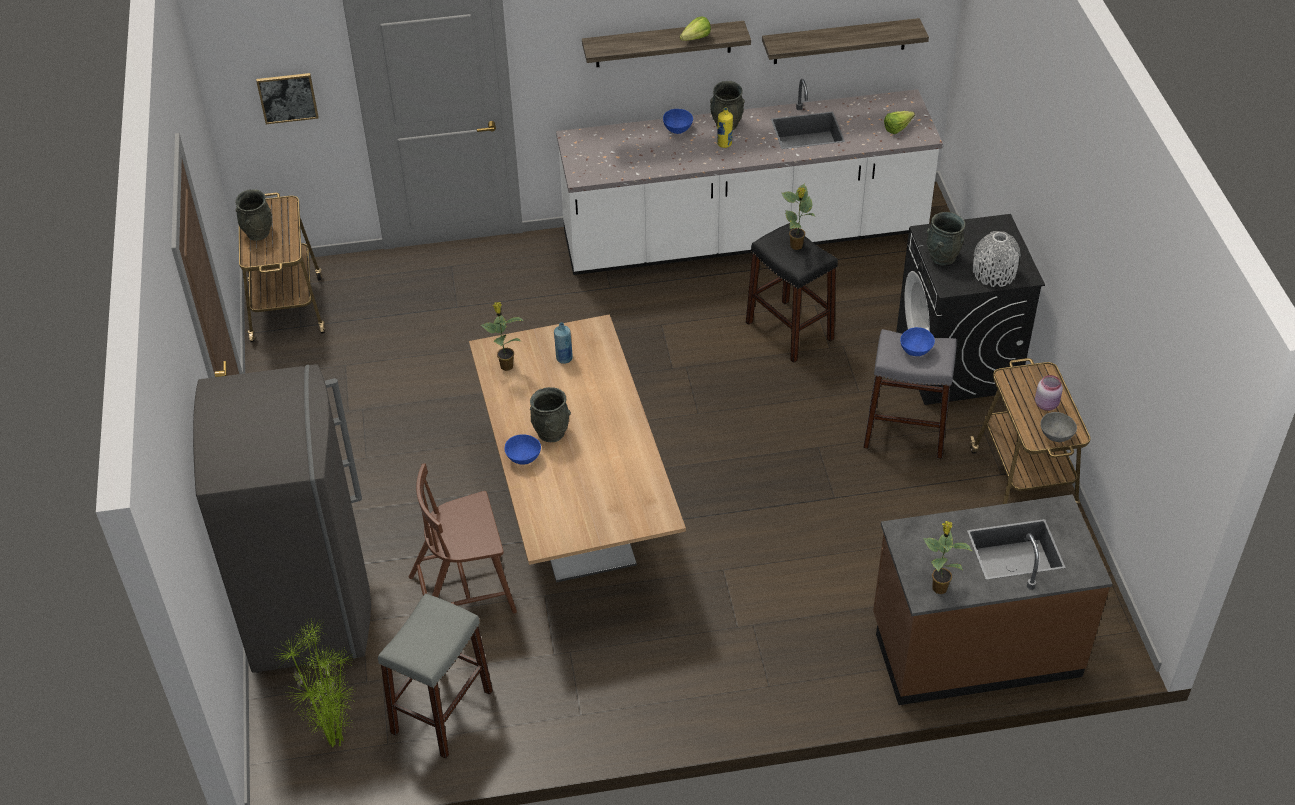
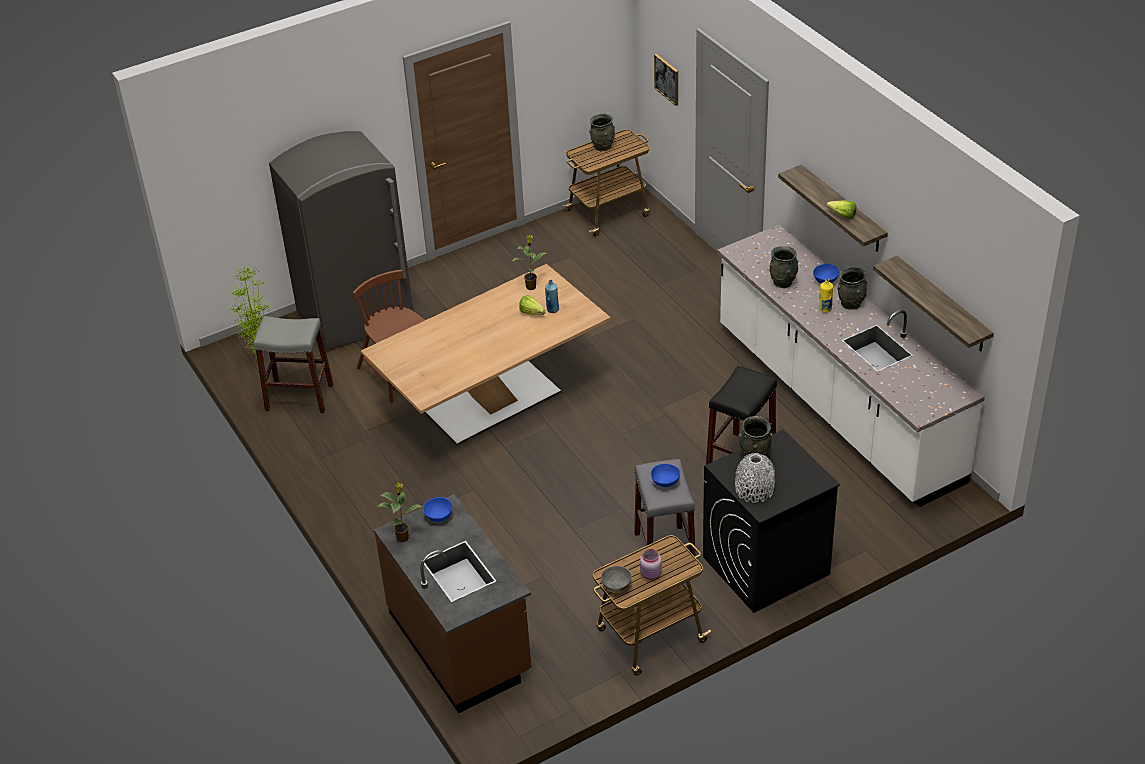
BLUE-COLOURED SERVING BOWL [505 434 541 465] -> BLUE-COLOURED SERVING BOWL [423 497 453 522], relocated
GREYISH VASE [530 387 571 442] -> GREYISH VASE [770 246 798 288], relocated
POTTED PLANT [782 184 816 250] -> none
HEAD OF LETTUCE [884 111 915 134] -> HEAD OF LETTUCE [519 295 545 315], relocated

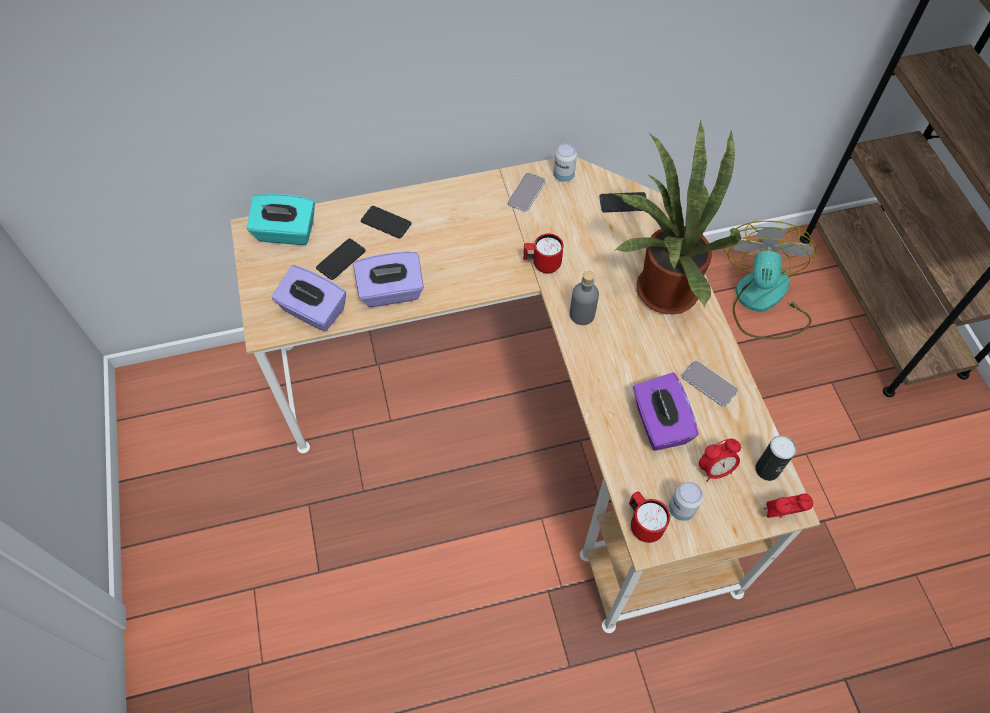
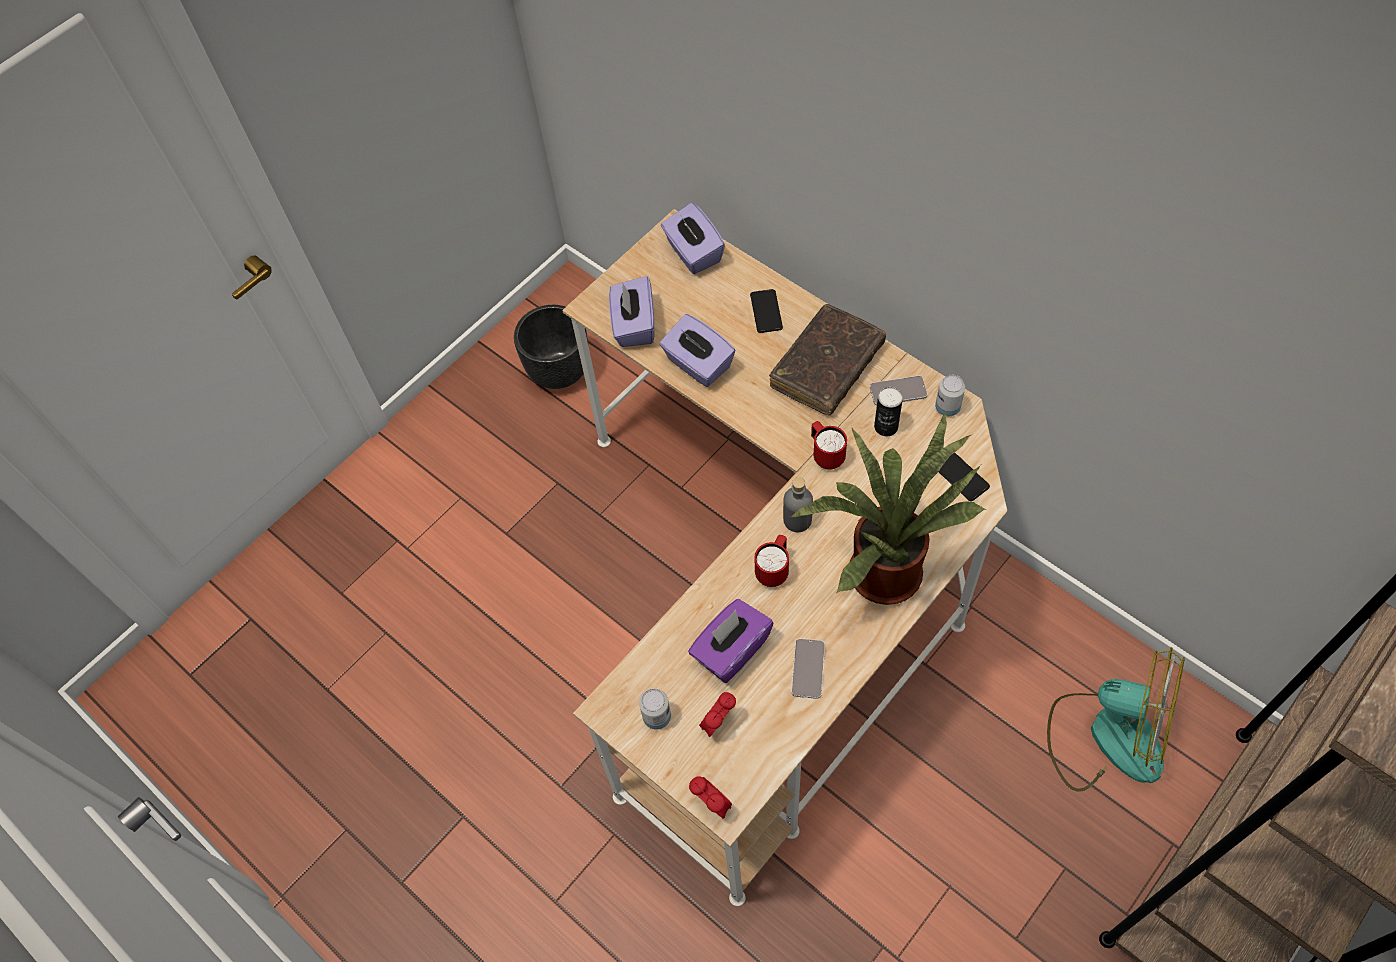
BLUE-GREEN TISSUE HOLDER [247 194 315 245] -> PURPLISH TISSUE HOLDER [661 203 725 274]
TELEPHONE [316 239 366 280] -> none
RED TEA MUG [629 492 670 543] -> RED TEA MUG [754 535 789 587], relocated
BEDSIDE CLOCK [699 439 741 482] -> BEDSIDE CLOCK [699 692 736 737], 90 degrees clockwise
ELECTRIC FAN [724 221 816 339] -> ELECTRIC FAN [1047 647 1185 792], 45 degrees clockwise
SEALED CAN [755 435 796 481] -> SEALED CAN [874 387 903 436], relocated
none -> BLACK-COLOURED PLANT POT [514 305 588 389]
none -> BROWN-COLOURED BOUND BOOK [769 304 886 416]

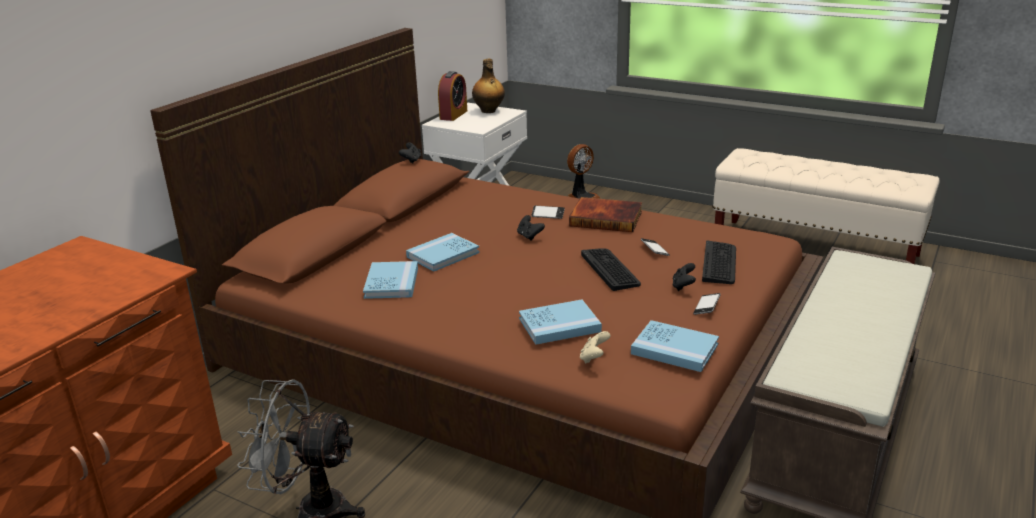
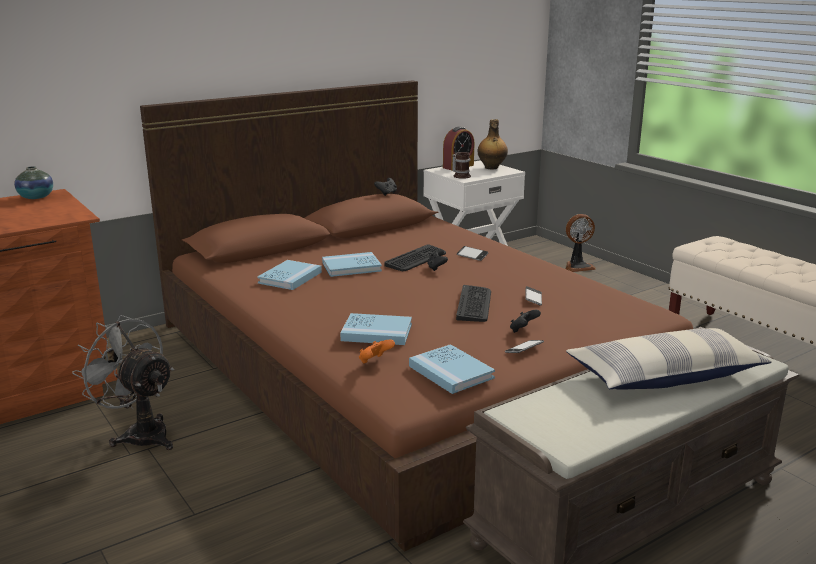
BOUND BOOK [569 197 642 232] -> none
SAND-COLOURED GAME CONTROLLER [580 331 610 364] -> ORANGE-COLOURED GAME CONTROLLER [359 340 395 364]
PC KEYBOARD [702 241 736 284] -> PC KEYBOARD [384 244 446 271], relocated
none -> VASE [14 166 53 199]
none -> TEA MUG [452 152 471 179]
none -> PILLOW [566 328 772 390]

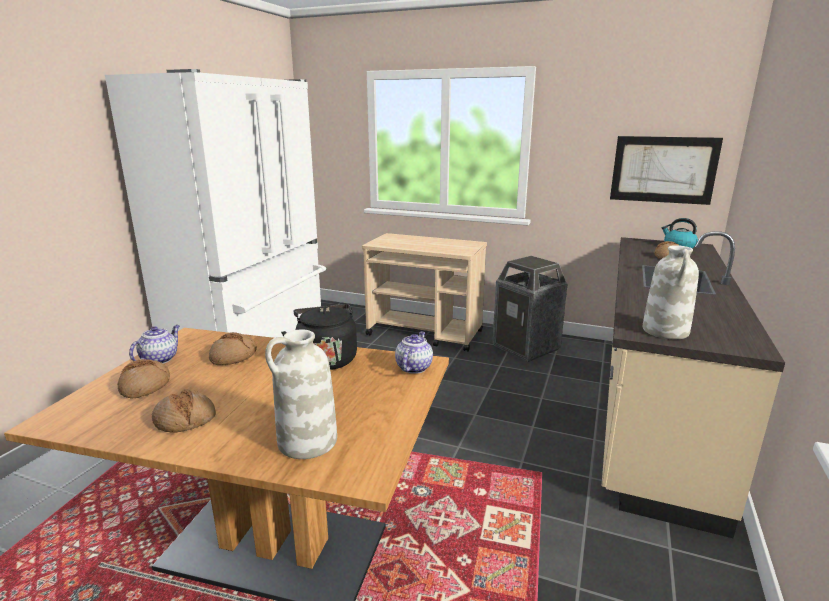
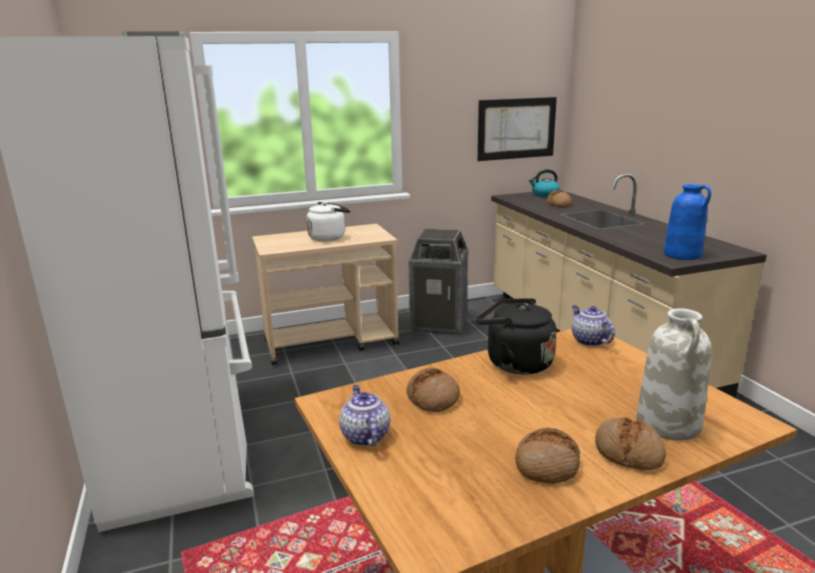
BREAD [118 359 170 399] -> BREAD [595 417 666 470], relocated
WHITE-COLOURED VASE [643 245 699 339] -> BLUE-COLOURED VASE [664 184 711 260]
none -> WHITE-COLOURED TEA KETTLE [307 202 351 241]

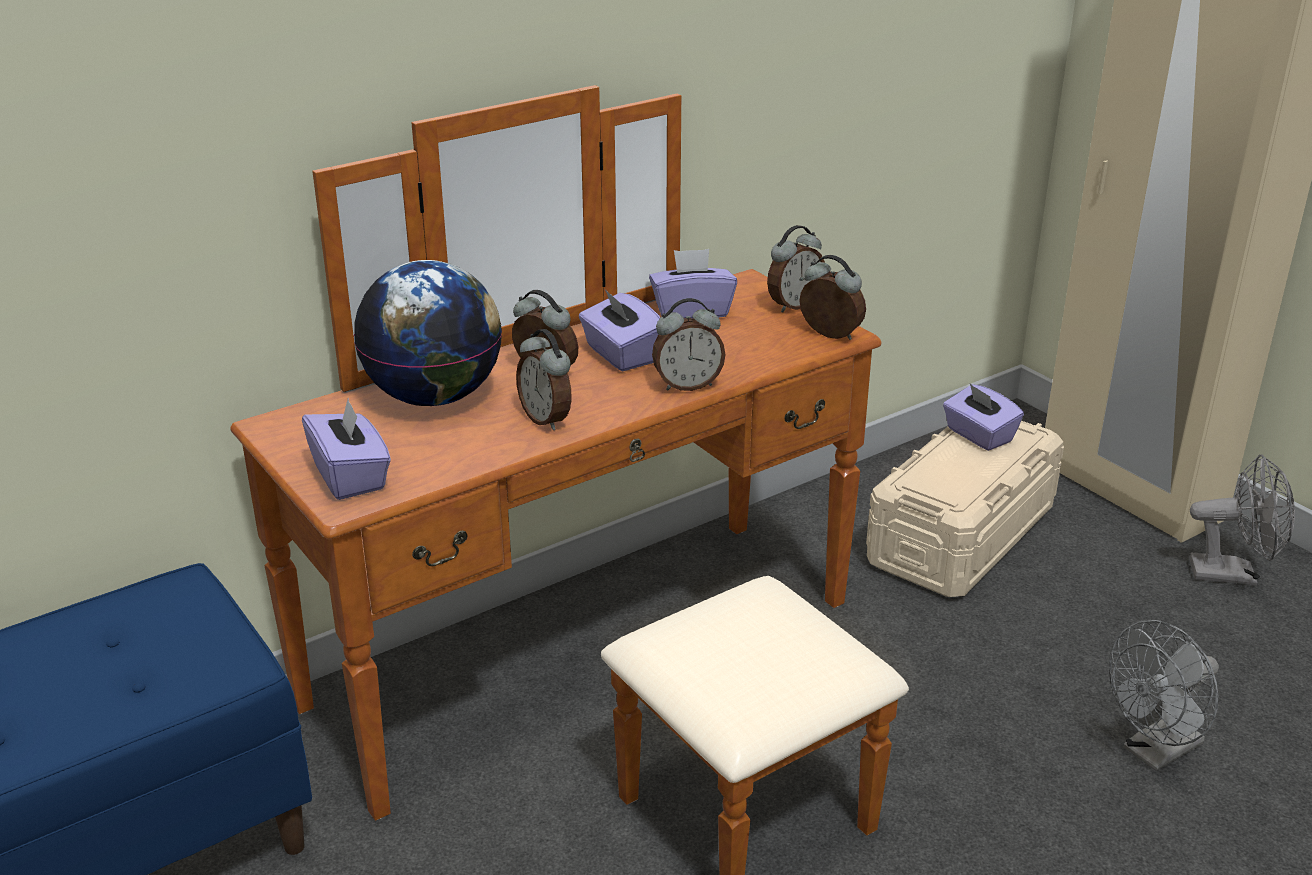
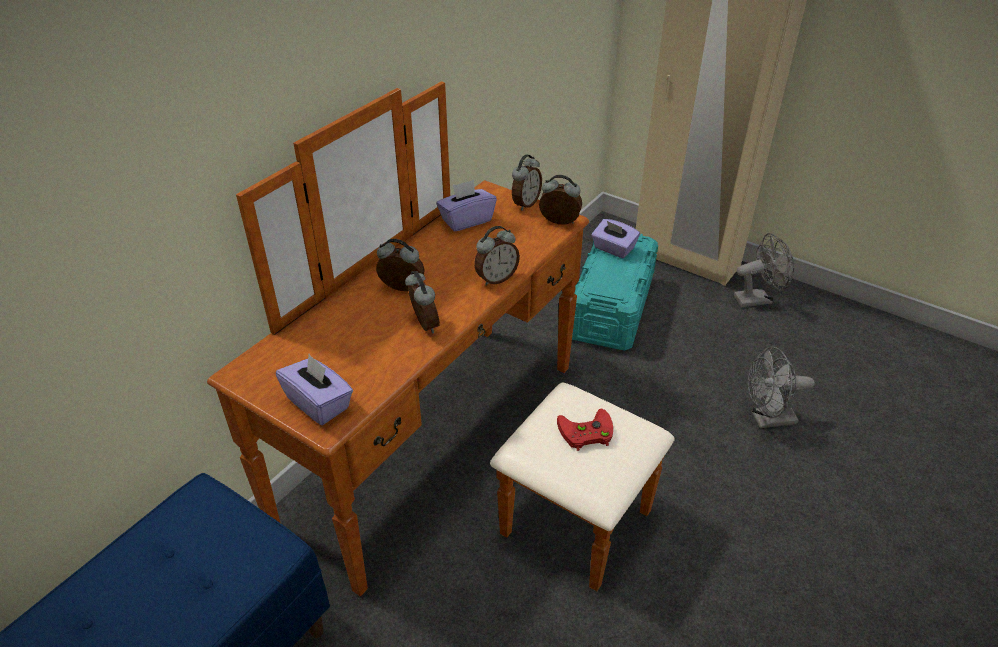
GLOBE [354 260 502 406] -> none
BEDSIDE CLOCK [516 329 572 430] -> BEDSIDE CLOCK [405 271 440 334], 150 degrees counterclockwise
PURPLISH TISSUE HOLDER [579 289 661 371] -> none
SAND-COLOURED STORAGE BIN [866 421 1064 597] -> BLUE-GREEN STORAGE BIN [572 234 658 350]
GREYISH ELECTRIC FAN [1109 620 1219 771] -> GREYISH ELECTRIC FAN [748 347 815 428], 45 degrees clockwise
none -> RED GAME CONTROLLER [557 408 613 451]

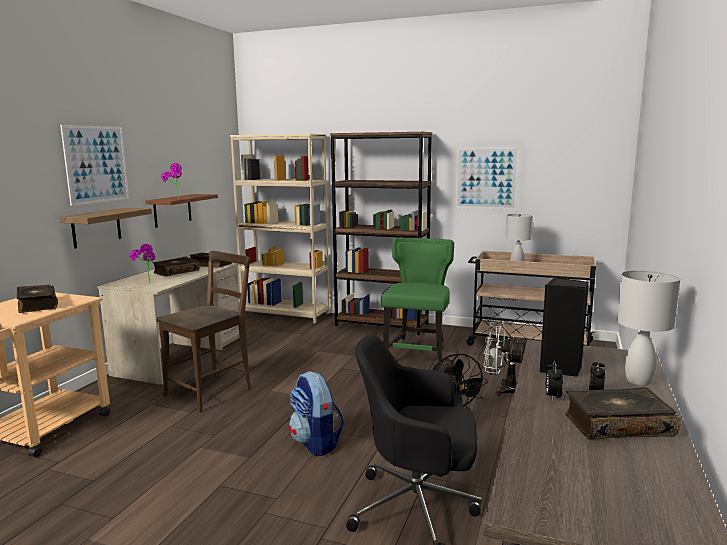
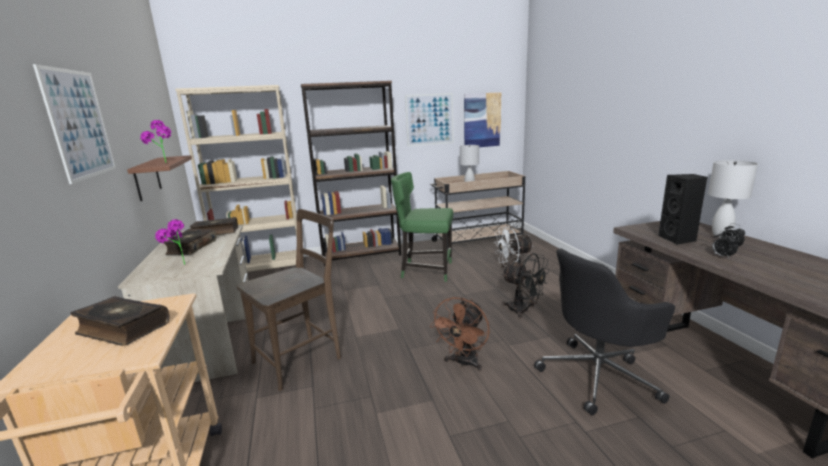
WALL SHELF [60 207 152 249] -> none
BROWN-COLOURED CHAIR [156 251 250 412] -> BROWN-COLOURED CHAIR [237 209 341 391], 45 degrees clockwise
RUCKSACK [289 371 344 456] -> BROWN-COLOURED ELECTRIC FAN [430 297 490 371]
GREEN-COLOURED CHAIR [380 238 454 362] -> GREEN-COLOURED CHAIR [391 172 453 282], 60 degrees counterclockwise
BOUND BOOK [564 387 680 439] -> none
none -> PICTURE [464 92 501 147]

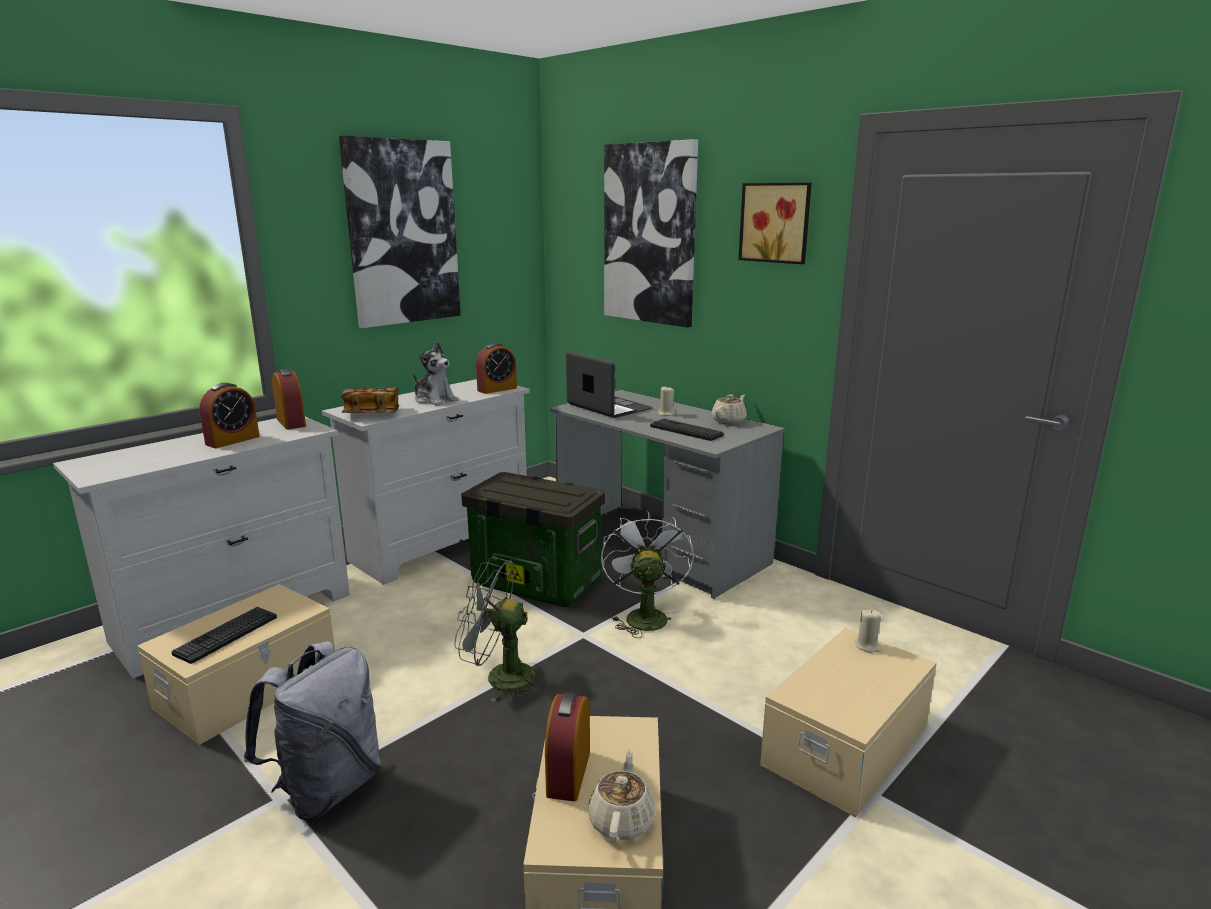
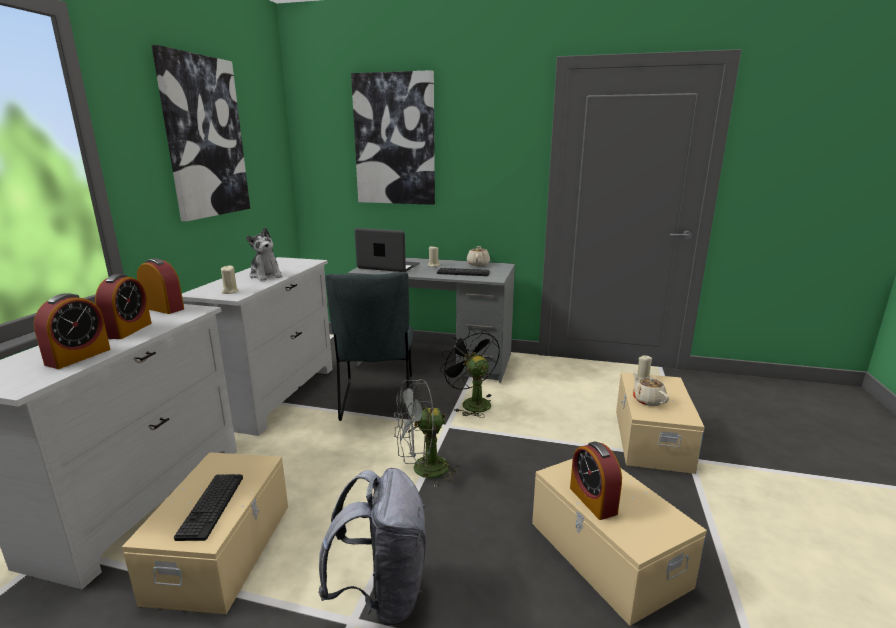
BOUND BOOK [341 387 399 413] -> SAND-COLOURED WAX LIGHT [221 265 239 294]
PLUSH TOY [413 342 458 405] -> PLUSH TOY [246 227 283 281], 45 degrees clockwise
STORAGE BIN [461 472 605 607] -> GREYISH CHAIR [325 272 413 421]
BEDSIDE CLOCK [476 343 517 394] -> BEDSIDE CLOCK [34 293 110 369], relocated
SAND-COLOURED TEA POT [588 749 655 843] -> SAND-COLOURED TEA POT [633 372 669 406], relocated
WHITE-COLOURED ELECTRIC FAN [601 510 694 638] -> BLACK-COLOURED ELECTRIC FAN [440 329 500 418]
PICTURE [738 183 812 264] -> none

